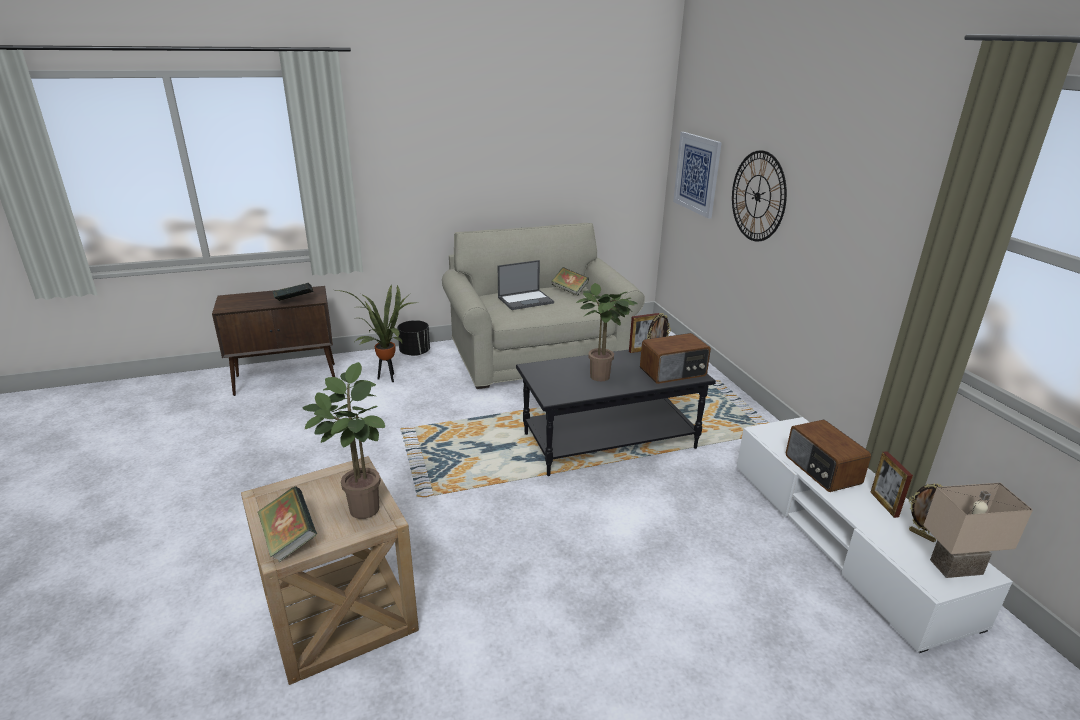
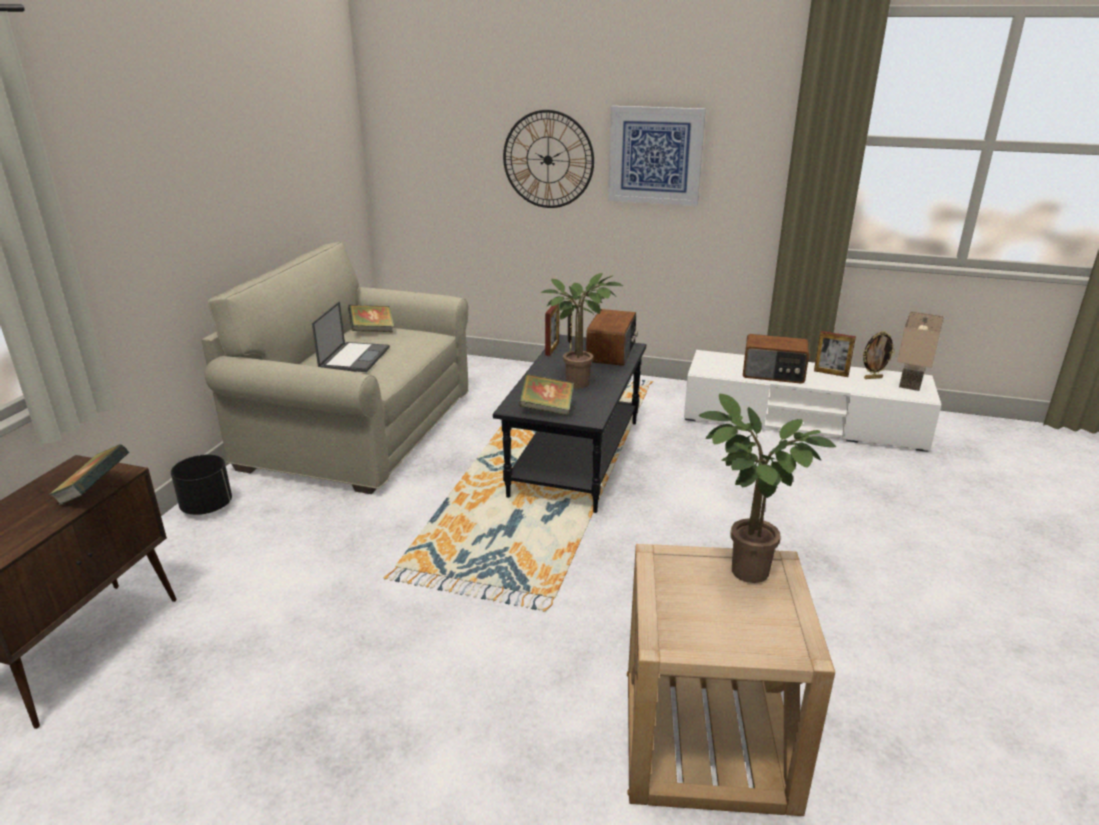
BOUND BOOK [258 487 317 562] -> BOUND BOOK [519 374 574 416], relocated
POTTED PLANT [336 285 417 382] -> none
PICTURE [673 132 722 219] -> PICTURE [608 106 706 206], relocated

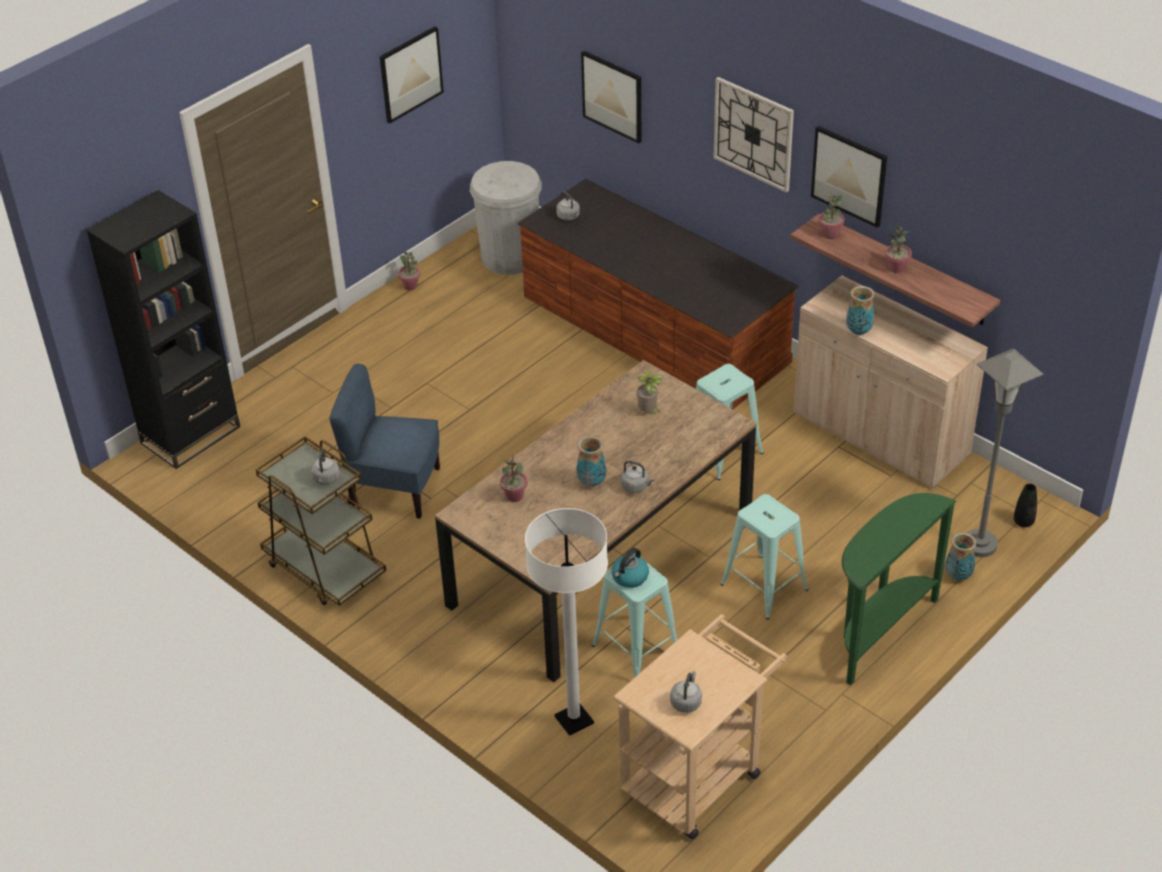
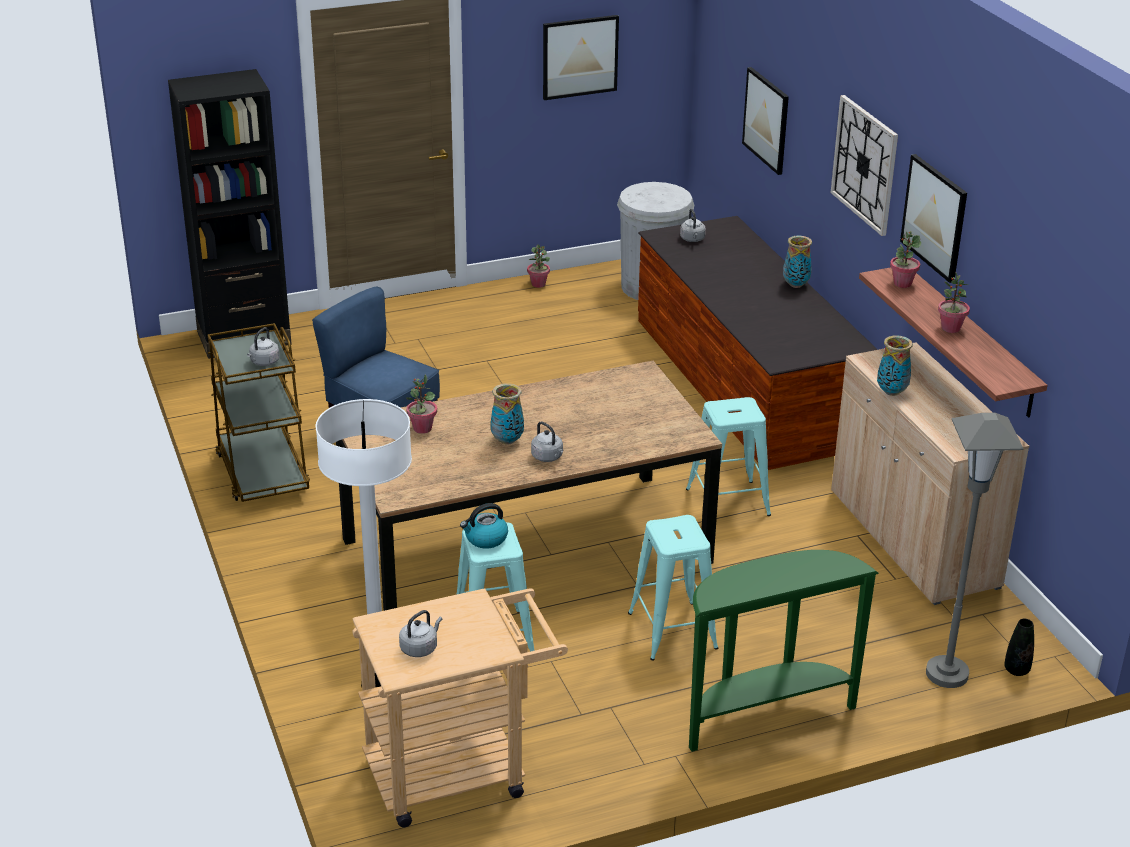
POTTED PLANT [637 370 663 412] -> none
VASE [945 533 976 581] -> VASE [783 236 812 288], relocated

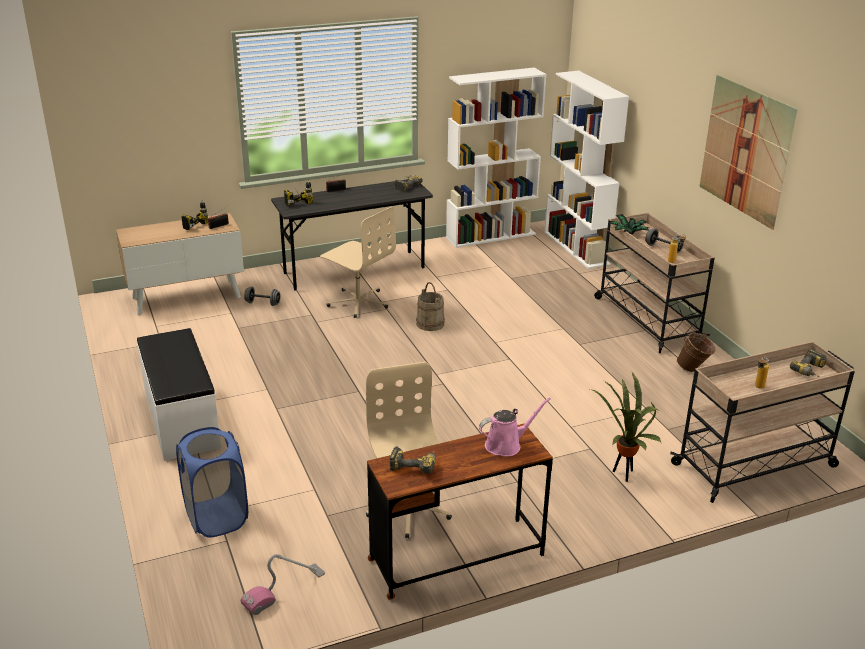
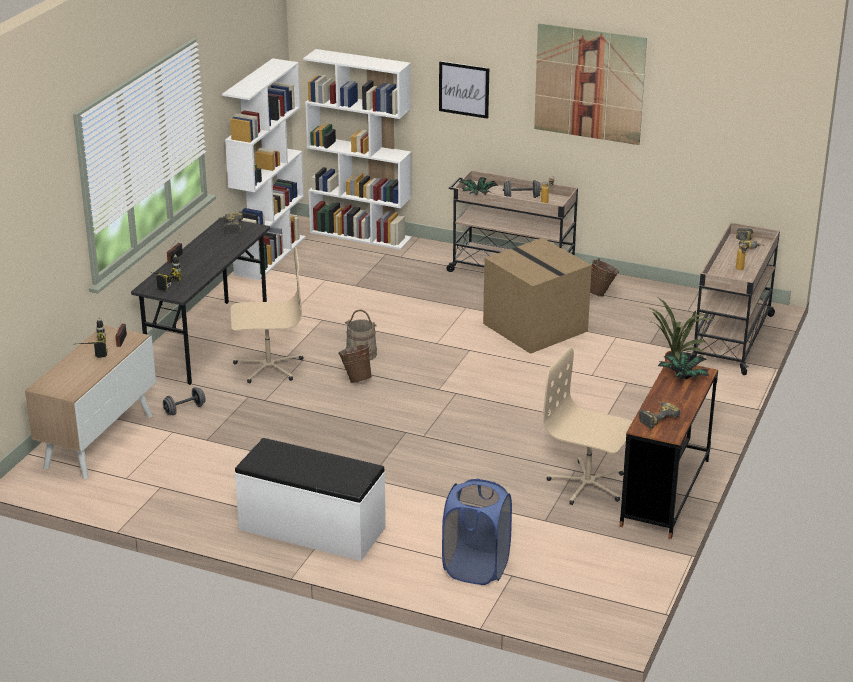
HOOVER [241 554 325 615] -> none
PINK SPRINKLING CAN [479 398 551 456] -> POTTED PLANT [658 352 709 380]
none -> BROWN-COLOURED BUCKET [338 342 372 383]
none -> PICTURE [439 61 489 119]
none -> PACKING BOX [483 238 592 354]

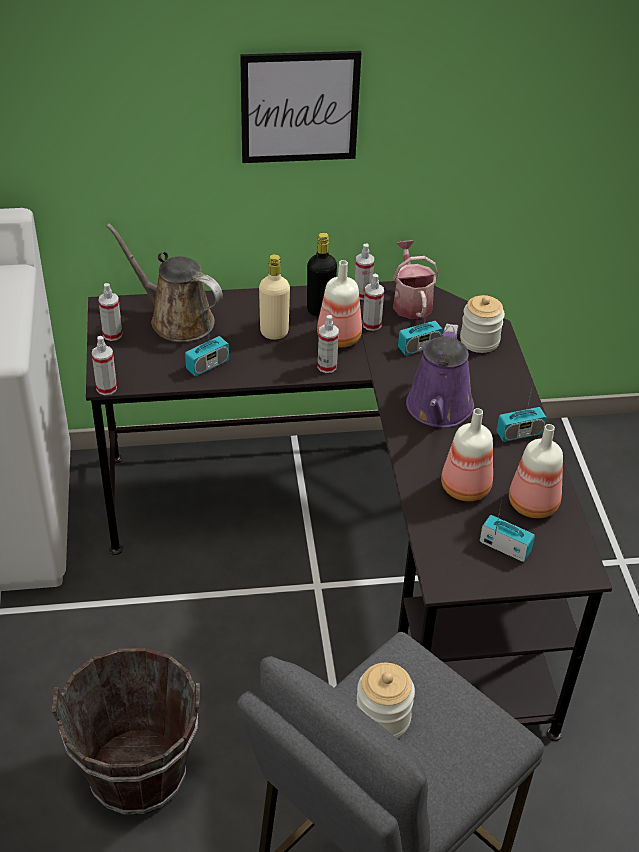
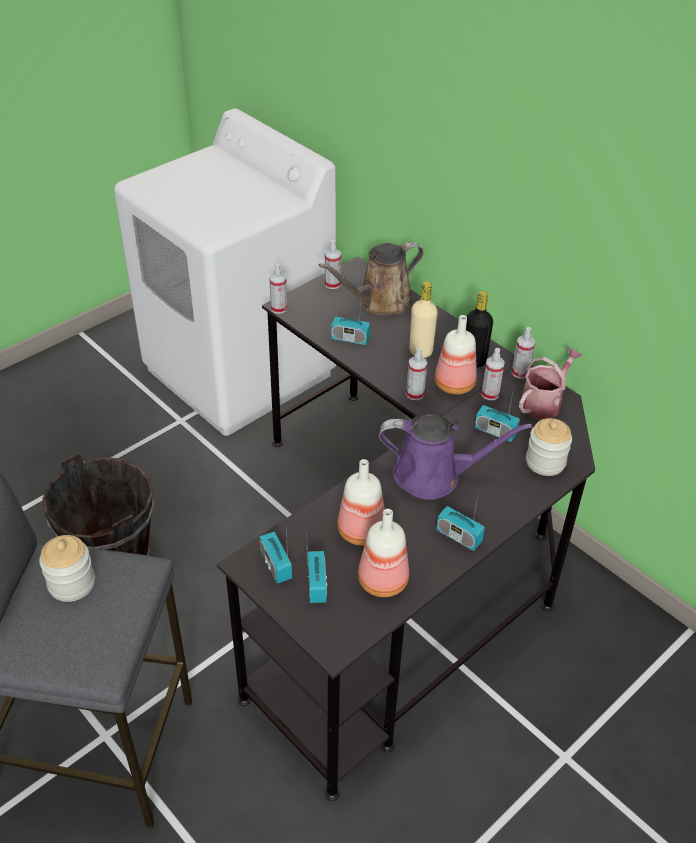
BROWN-COLOURED SPRINKLING CAN [106 223 223 342] -> BROWN-COLOURED SPRINKLING CAN [319 242 424 315], 120 degrees counterclockwise
PICTURE [240 51 361 163] -> none
PURPLISH SPRINKLING CAN [406 324 474 428] -> PURPLISH SPRINKLING CAN [379 414 532 500], 150 degrees counterclockwise
none -> RADIO RECEIVER [260 529 292 584]

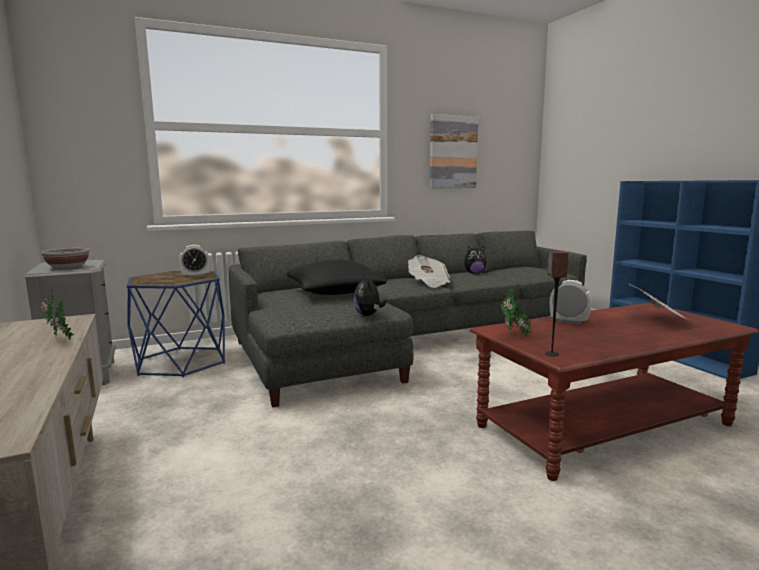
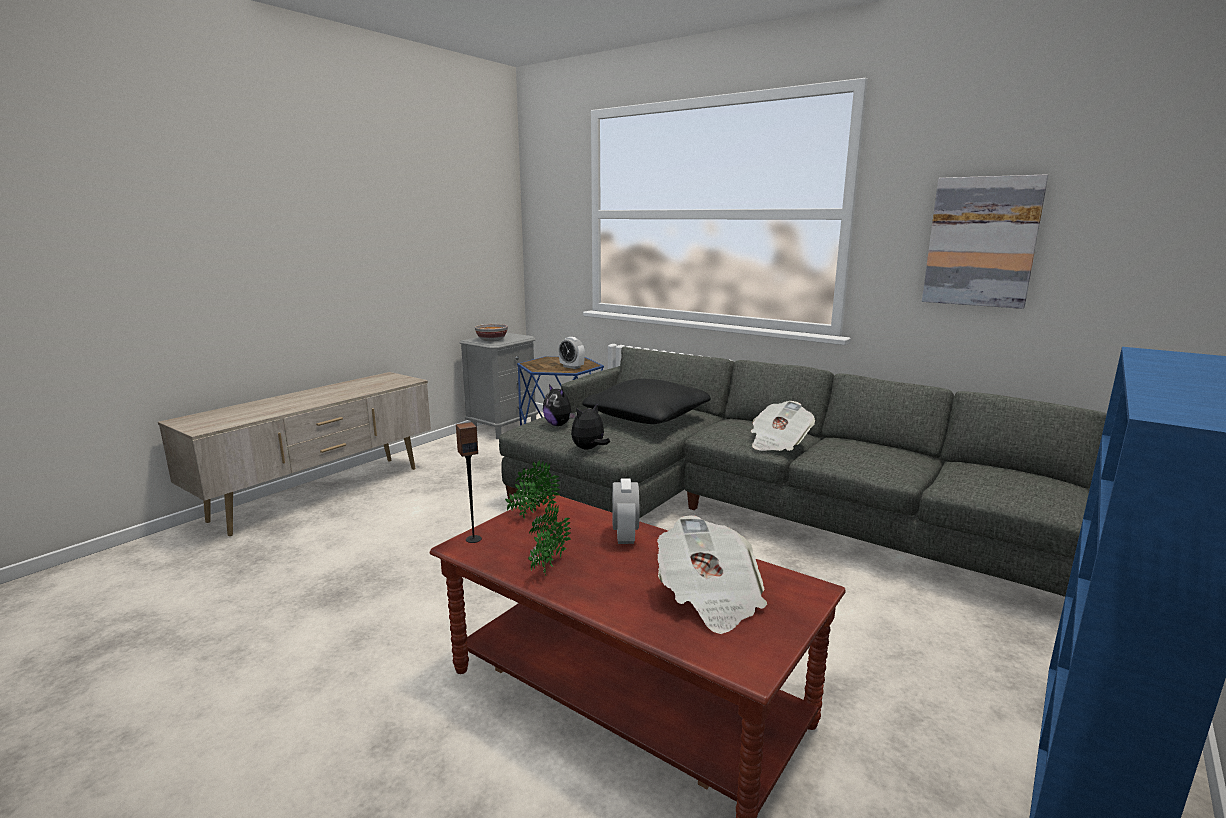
POTTED PLANT [41 289 74 340] -> POTTED PLANT [528 504 571 576], relocated
PLUSH TOY [464 246 486 274] -> PLUSH TOY [543 384 576 426], relocated

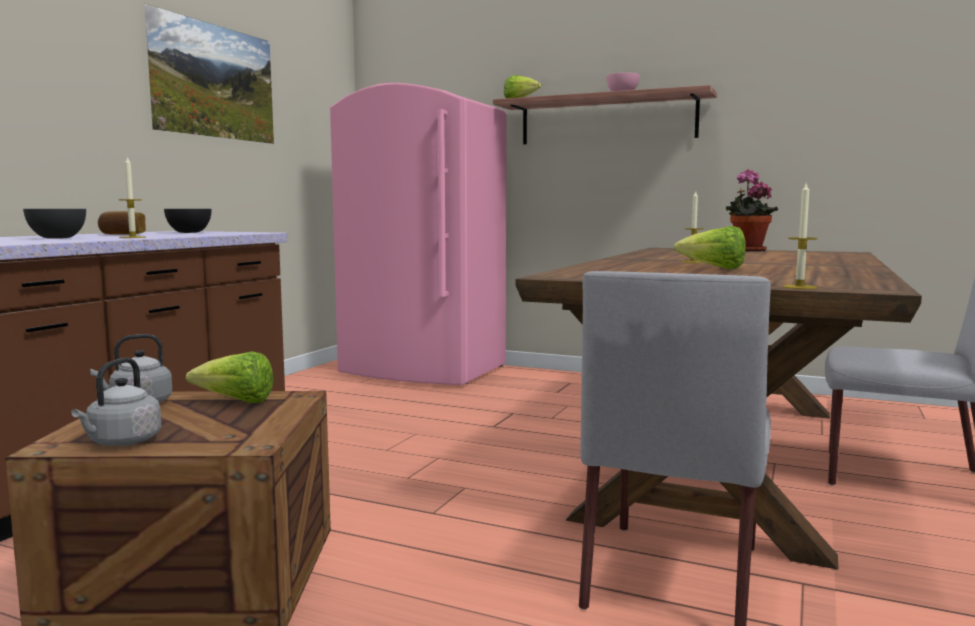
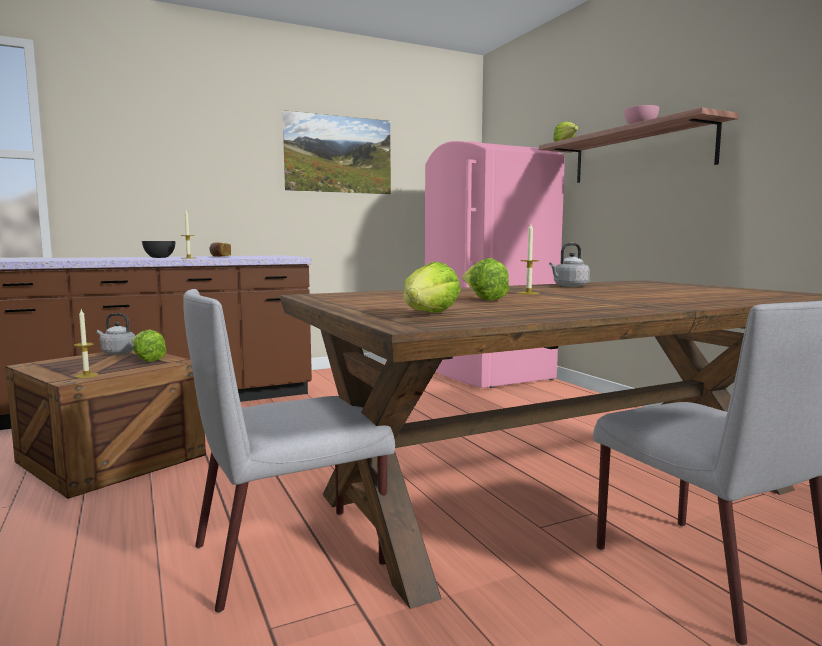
GREYISH TEA KETTLE [71 358 161 446] -> GREYISH TEA KETTLE [549 243 590 287], relocated
BLACK-COLOURED SERVING BOWL [164 209 211 233] -> none
POTTED PLANT [726 170 778 252] -> none
WAX LIGHT [783 181 818 289] -> WAX LIGHT [74 310 98 378], relocated
none -> HEAD OF LETTUCE [404 261 461 313]

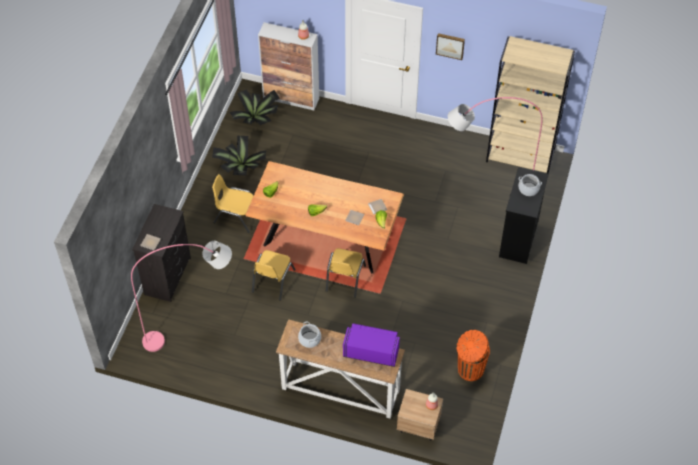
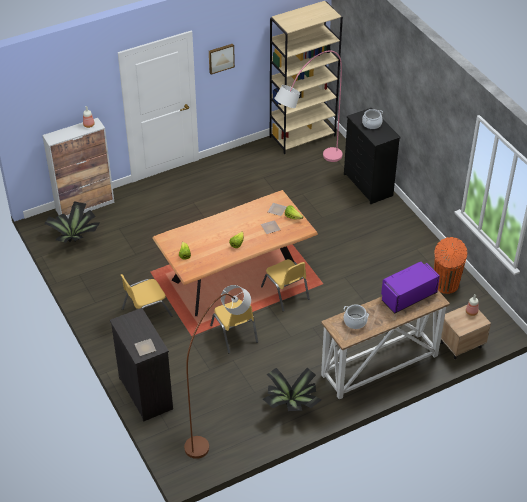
PINK STANDING LAMP [131 241 232 352] -> BROWN-COLOURED STANDING LAMP [184 285 251 459]
POTTED PLANT [212 136 266 175] -> POTTED PLANT [263 368 322 411], relocated

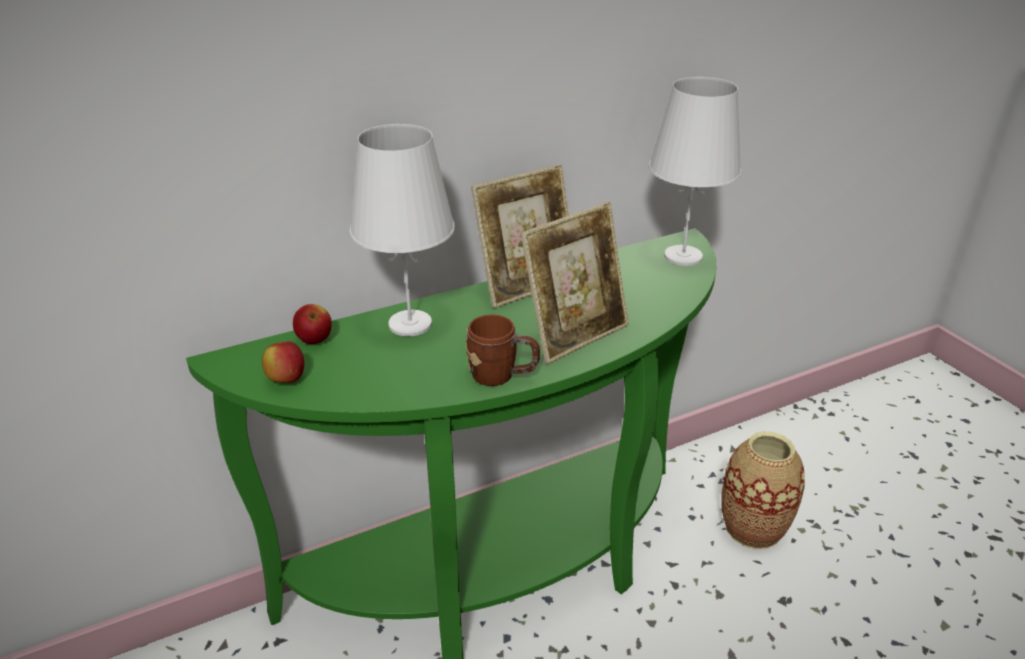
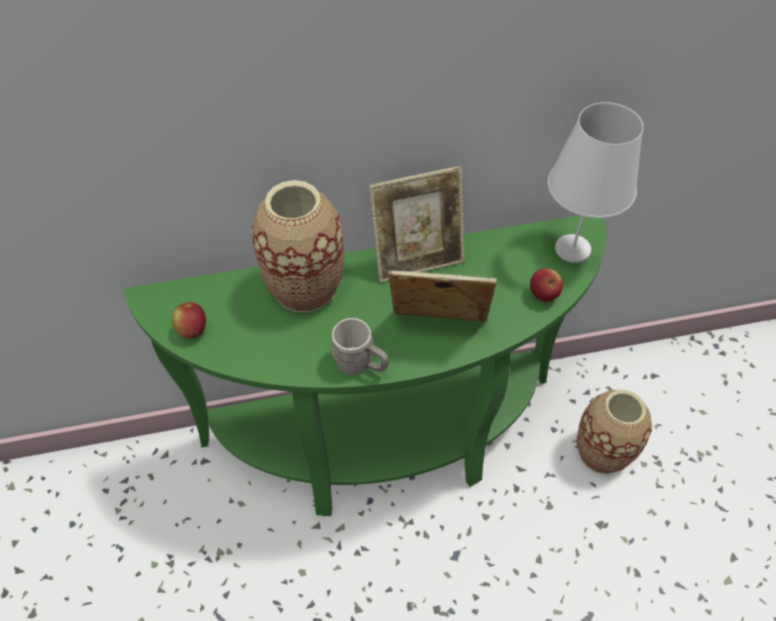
APPLE [293 304 332 344] -> APPLE [530 268 563 301], relocated
WHITE-COLOURED TABLETOP LAMP [350 124 455 336] -> VASE [252 180 344 312]
BROWN-COLOURED TEA MUG [466 314 540 386] -> GREYISH TEA MUG [331 318 389 375]
PICTURE FRAME [521 202 629 364] -> PICTURE FRAME [388 270 497 321], 150 degrees counterclockwise

